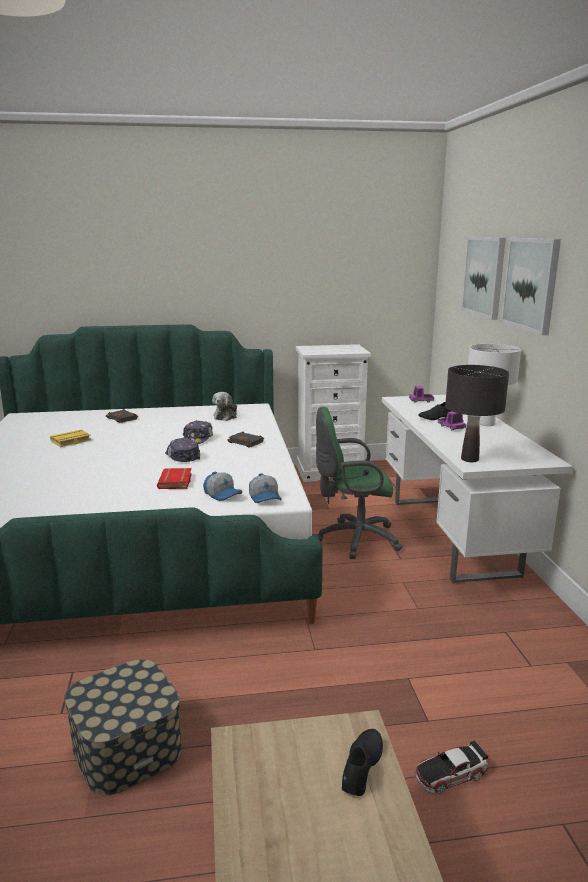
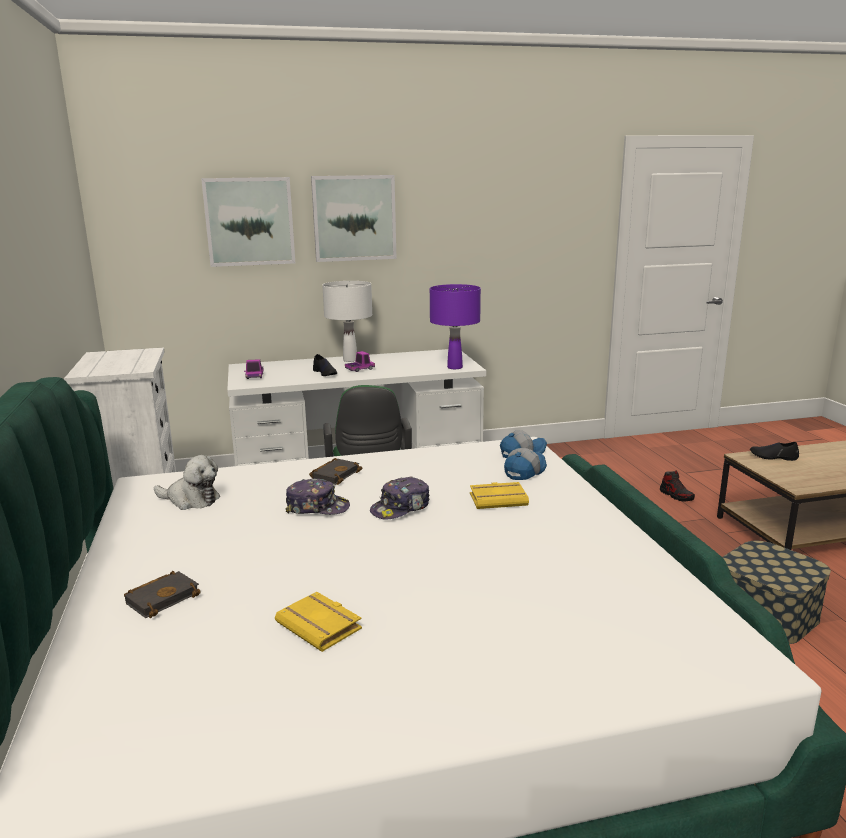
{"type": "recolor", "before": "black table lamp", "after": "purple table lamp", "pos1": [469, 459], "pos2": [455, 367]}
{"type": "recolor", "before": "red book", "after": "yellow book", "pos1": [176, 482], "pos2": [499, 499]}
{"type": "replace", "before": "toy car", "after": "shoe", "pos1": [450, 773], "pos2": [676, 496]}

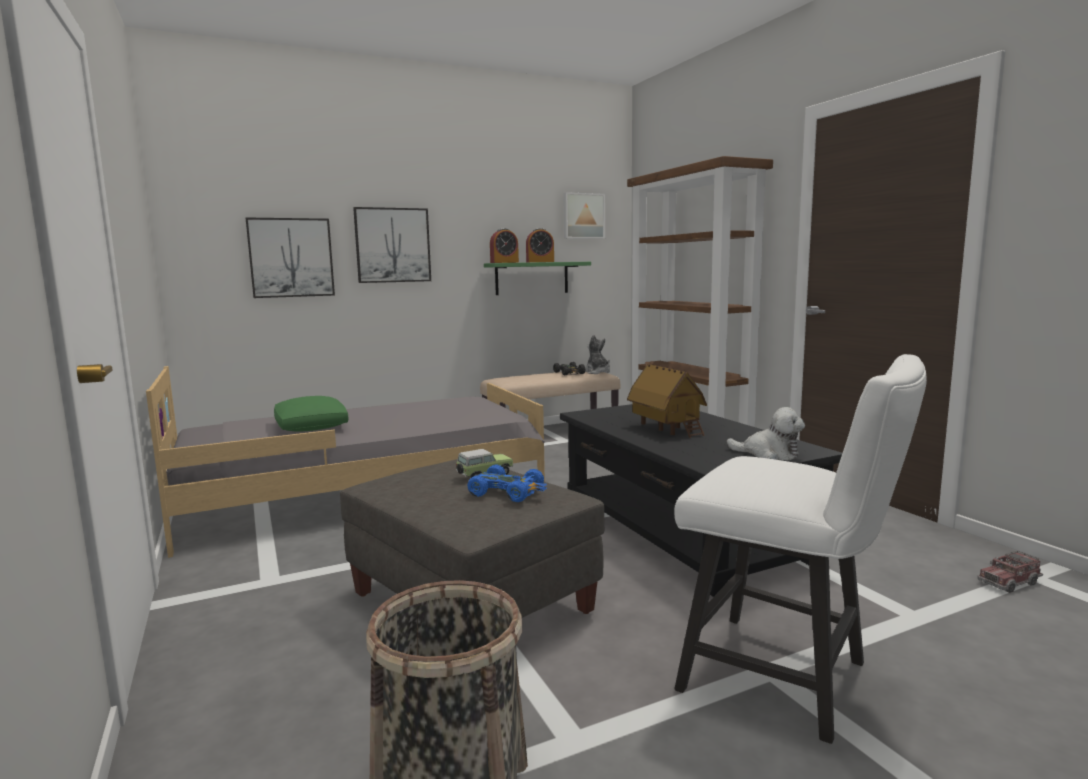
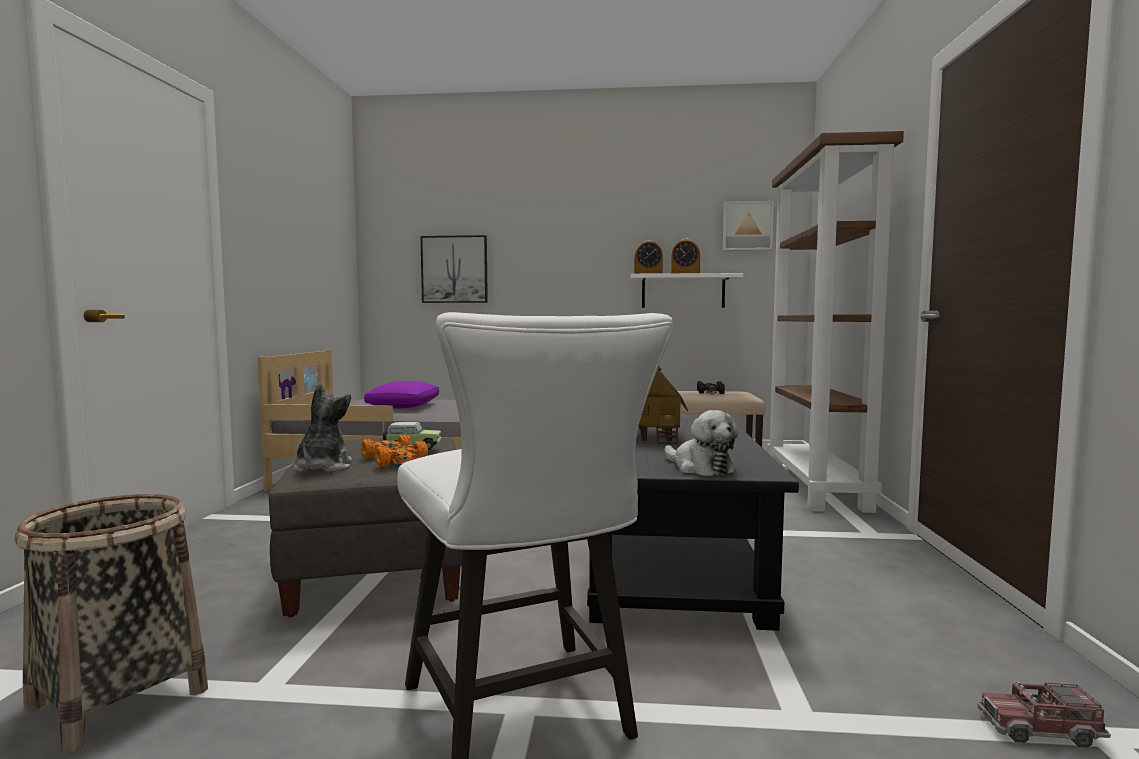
{"type": "move", "before": "plush toy", "pos1": [597, 372], "pos2": [323, 468]}
{"type": "recolor", "before": "blue toy car", "after": "orange toy car", "pos1": [508, 492], "pos2": [395, 460]}
{"type": "recolor", "before": "green pillow", "after": "purple pillow", "pos1": [311, 426], "pos2": [404, 406]}
{"type": "recolor", "before": "green shelf", "after": "white shelf", "pos1": [532, 278], "pos2": [683, 291]}
{"type": "delete", "before": "picture", "pos1": [392, 245]}

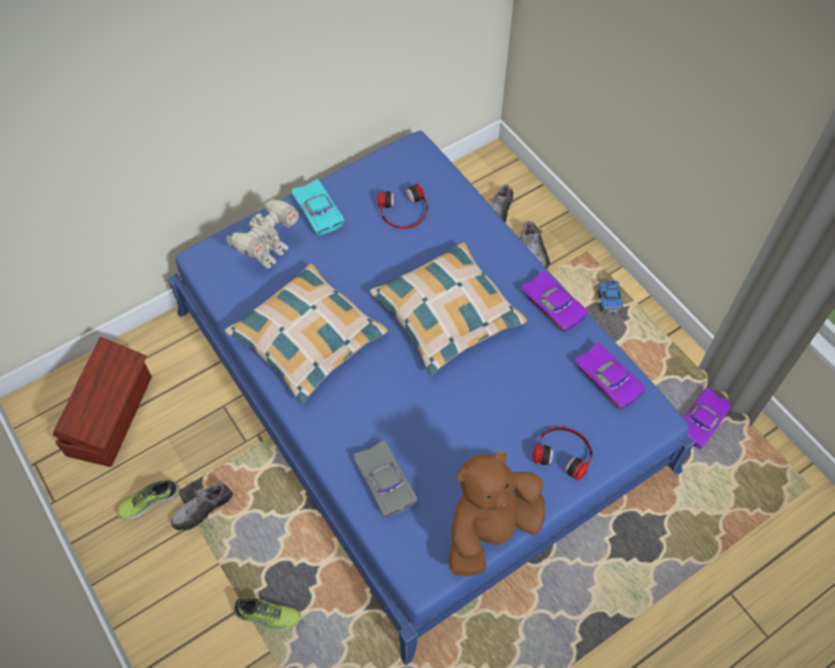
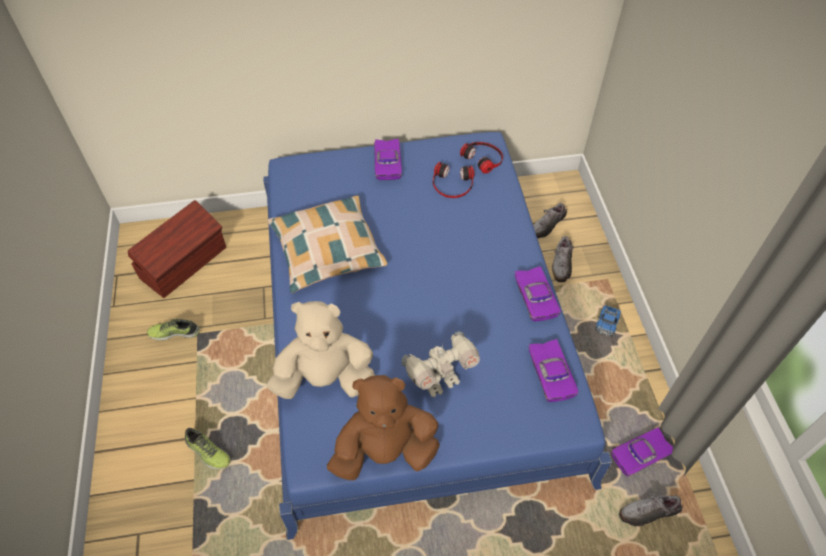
{"type": "replace", "before": "grey toy car", "after": "beige plush toy", "pos1": [387, 481], "pos2": [325, 378]}
{"type": "recolor", "before": "turquoise toy car", "after": "purple toy car", "pos1": [320, 211], "pos2": [389, 163]}
{"type": "move", "before": "toy robot", "pos1": [269, 253], "pos2": [440, 381]}
{"type": "move", "before": "headphones", "pos1": [563, 452], "pos2": [483, 158]}
{"type": "move", "before": "shoe", "pos1": [202, 509], "pos2": [648, 512]}
{"type": "delete", "before": "pillow", "pos1": [447, 314]}

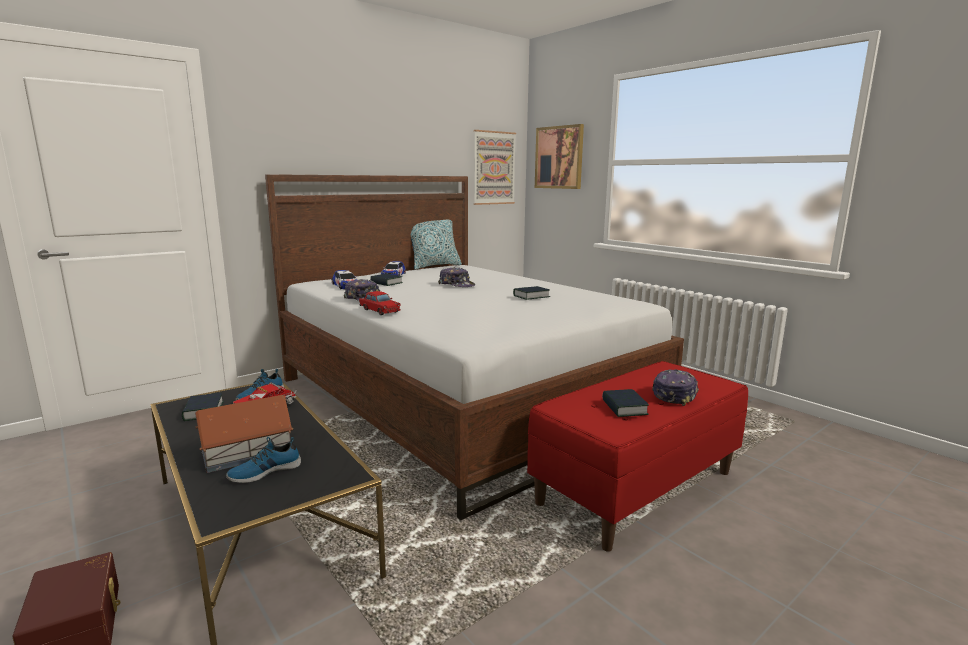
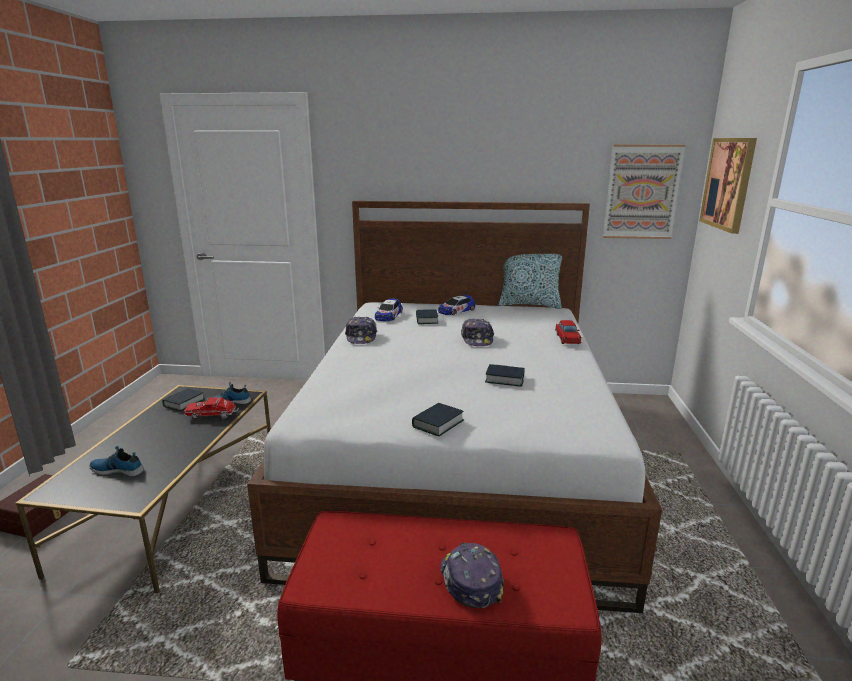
{"type": "move", "before": "book", "pos1": [624, 408], "pos2": [438, 424]}
{"type": "rotate", "before": "cap", "pos1": [674, 395], "pos2": [470, 581], "turn": -90}
{"type": "move", "before": "red toy car", "pos1": [379, 310], "pos2": [567, 338]}
{"type": "delete", "before": "toy house", "pos1": [248, 451]}

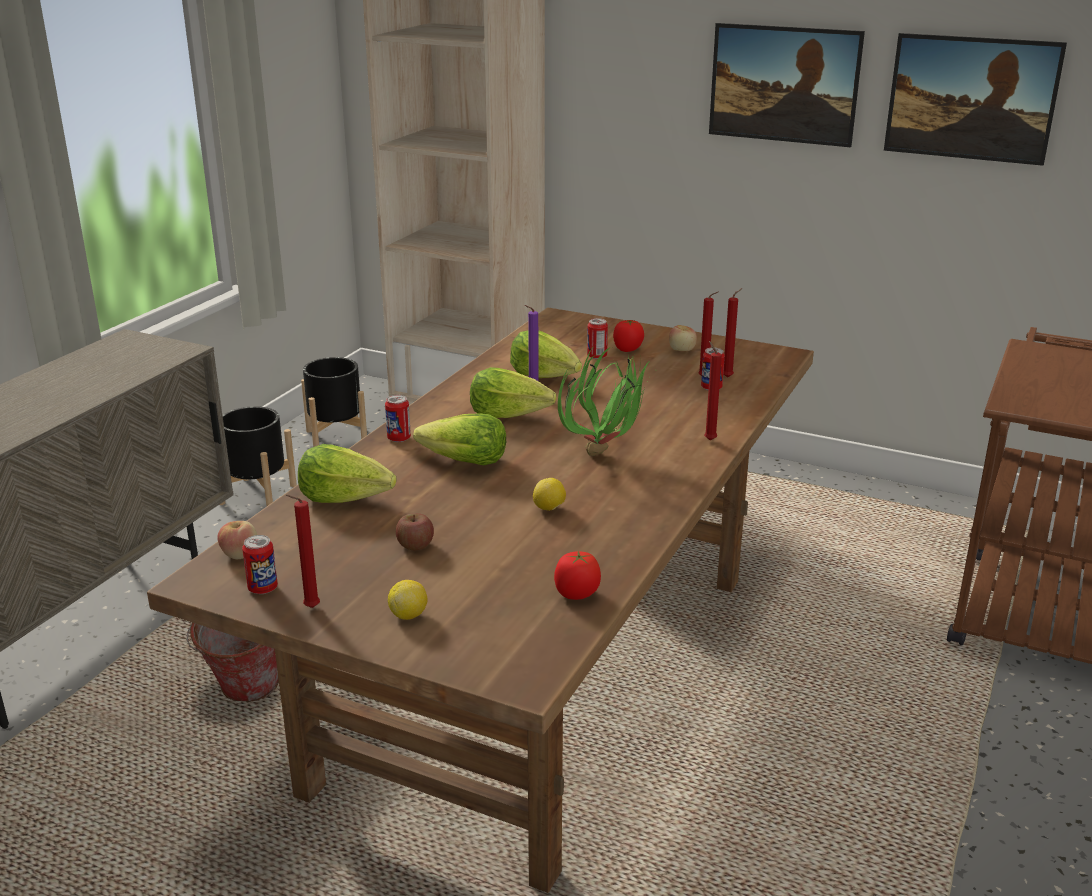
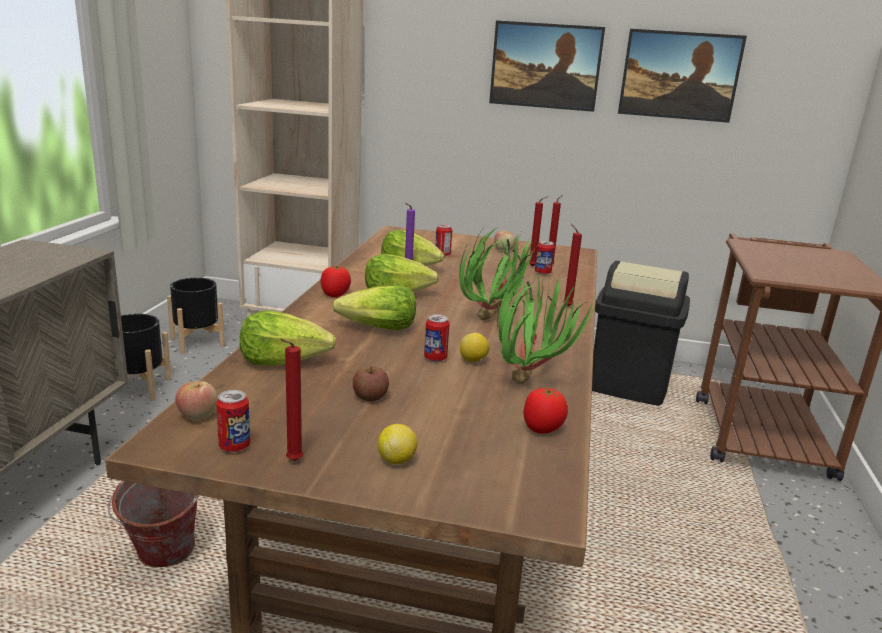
{"type": "move", "before": "tomato", "pos1": [627, 349], "pos2": [335, 295]}
{"type": "move", "before": "can", "pos1": [399, 438], "pos2": [435, 358]}
{"type": "insert", "after": "potted plant", "pos2": [530, 379]}
{"type": "insert", "after": "black trash can", "pos2": [628, 385]}

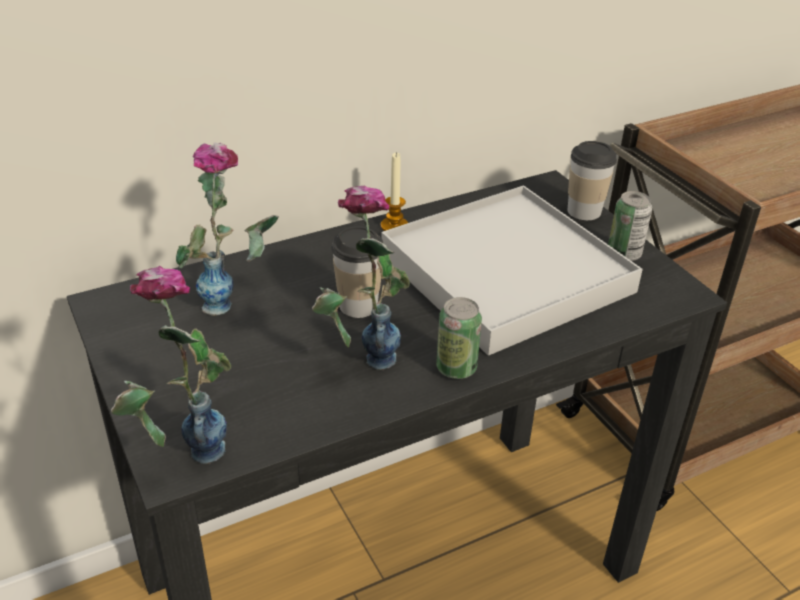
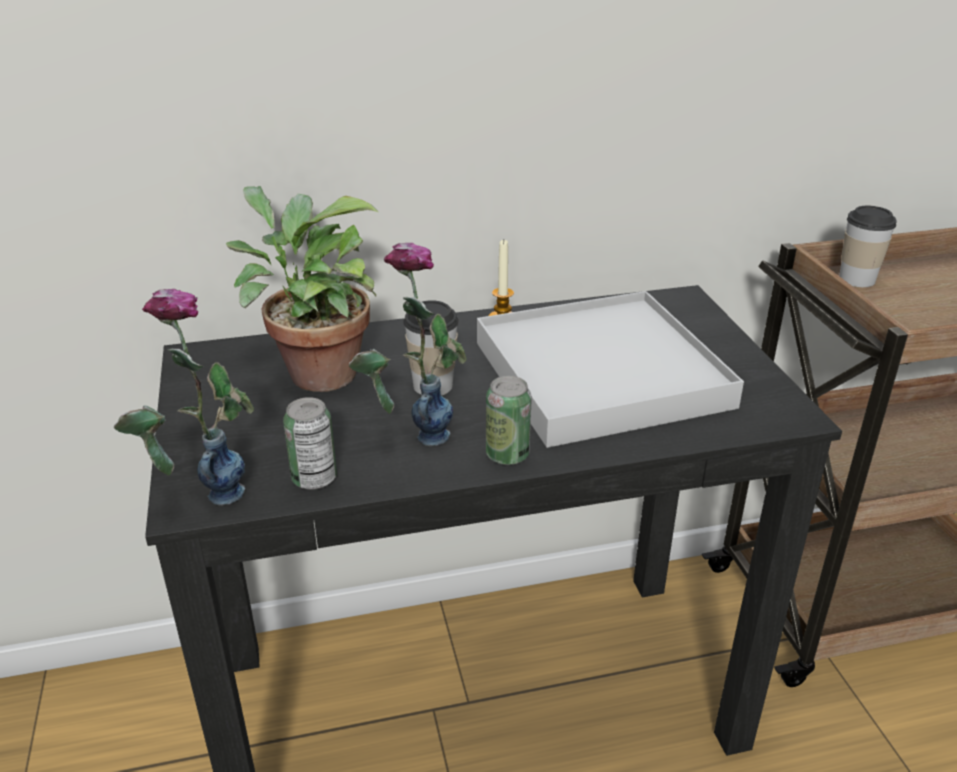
{"type": "replace", "before": "vase", "after": "potted plant", "pos1": [238, 306], "pos2": [315, 372]}
{"type": "move", "before": "can", "pos1": [623, 254], "pos2": [314, 479]}
{"type": "move", "before": "cup", "pos1": [584, 211], "pos2": [857, 279]}

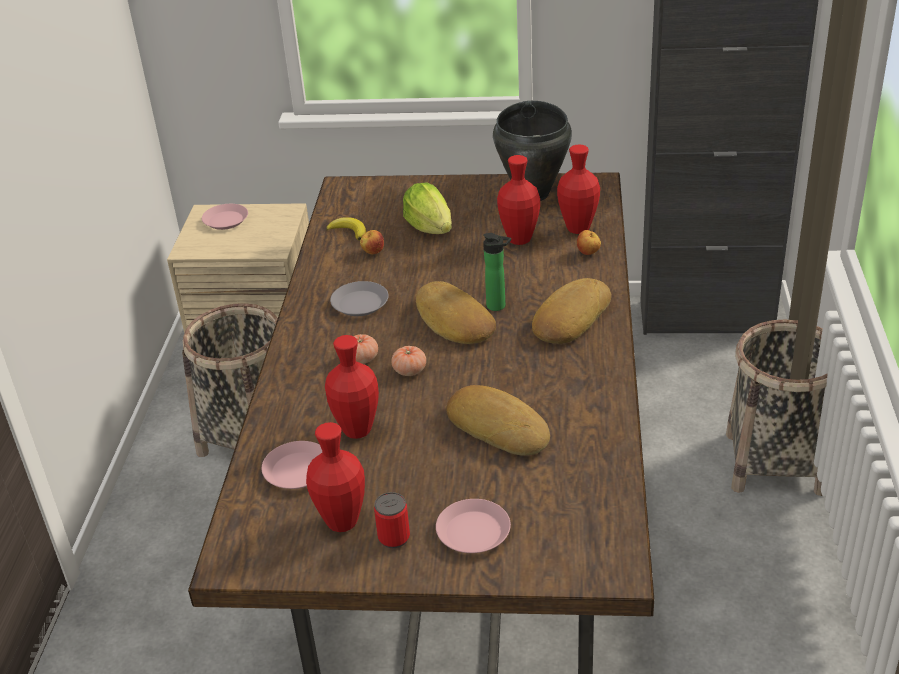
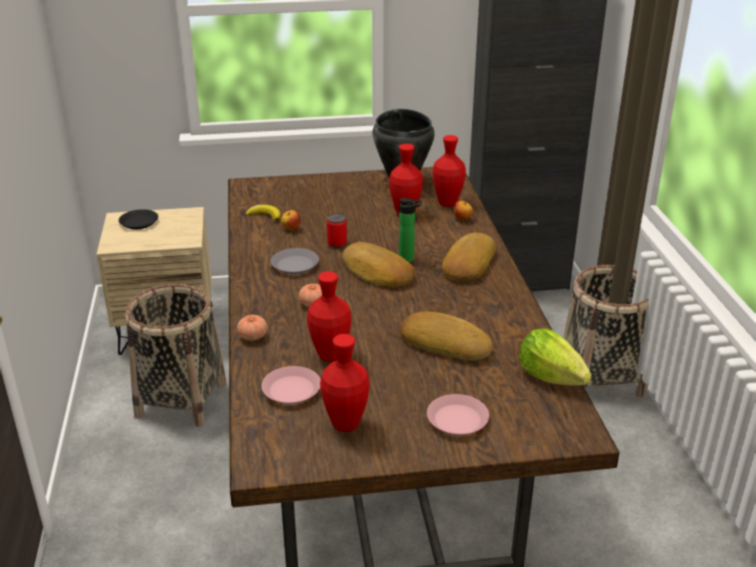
{"type": "recolor", "before": "pink plate", "after": "black plate", "pos1": [226, 220], "pos2": [139, 222]}
{"type": "move", "before": "tomato", "pos1": [409, 370], "pos2": [253, 336]}
{"type": "move", "before": "can", "pos1": [394, 537], "pos2": [337, 244]}
{"type": "move", "before": "lettuce", "pos1": [430, 228], "pos2": [550, 376]}

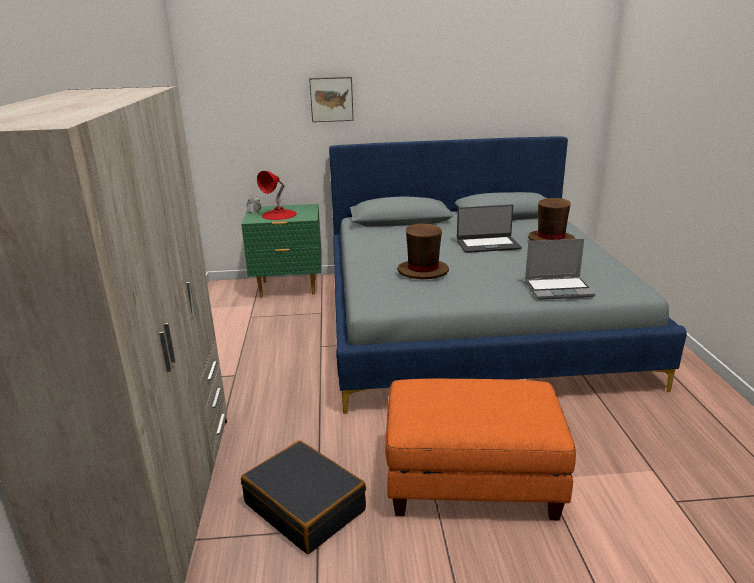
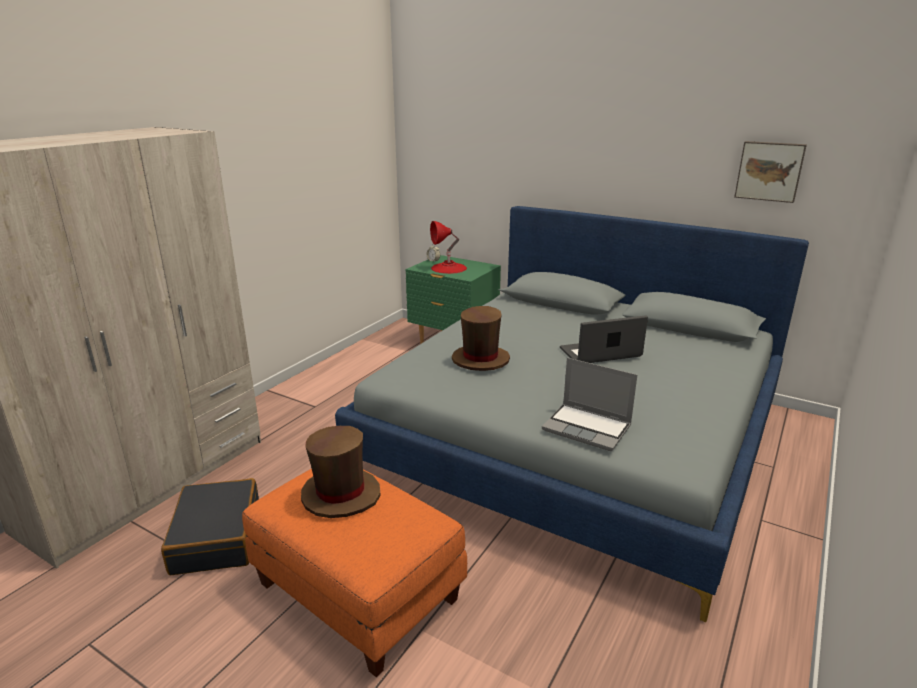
{"type": "move", "before": "brown hat", "pos1": [551, 239], "pos2": [340, 495]}
{"type": "rotate", "before": "laptop", "pos1": [488, 244], "pos2": [600, 353], "turn": 135}
{"type": "move", "before": "picture", "pos1": [331, 99], "pos2": [769, 171]}

